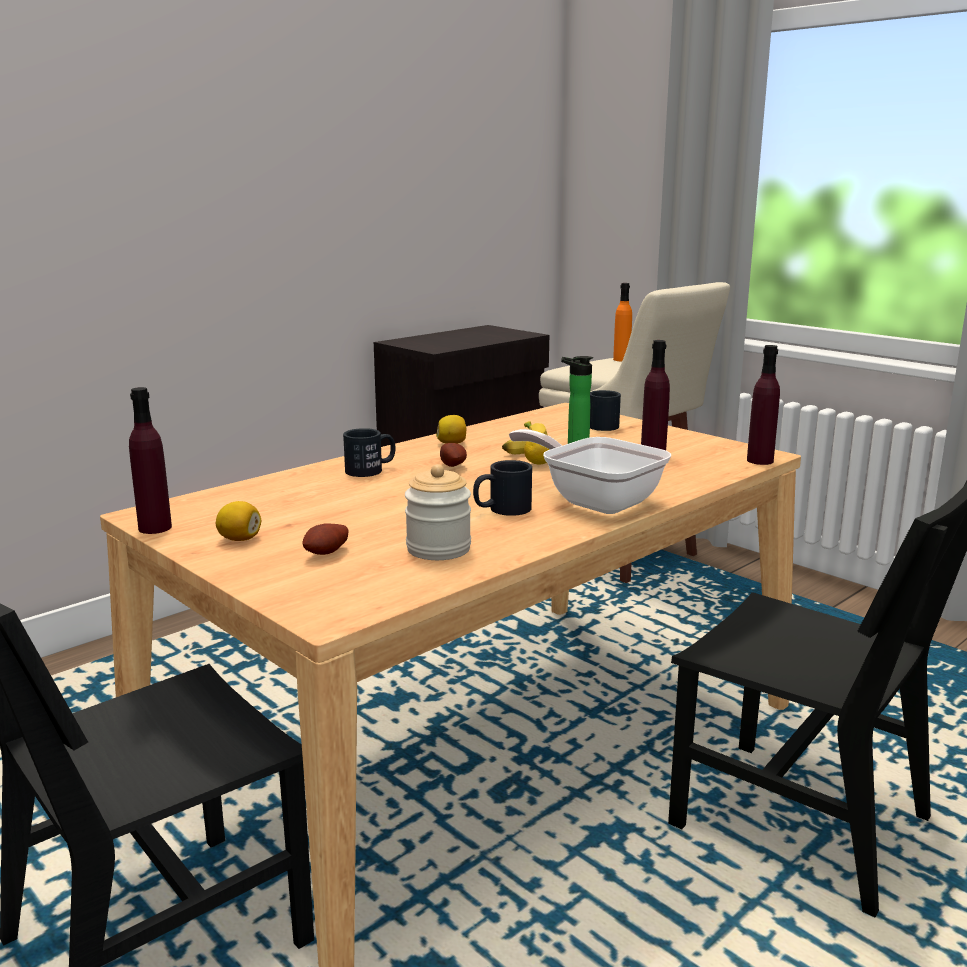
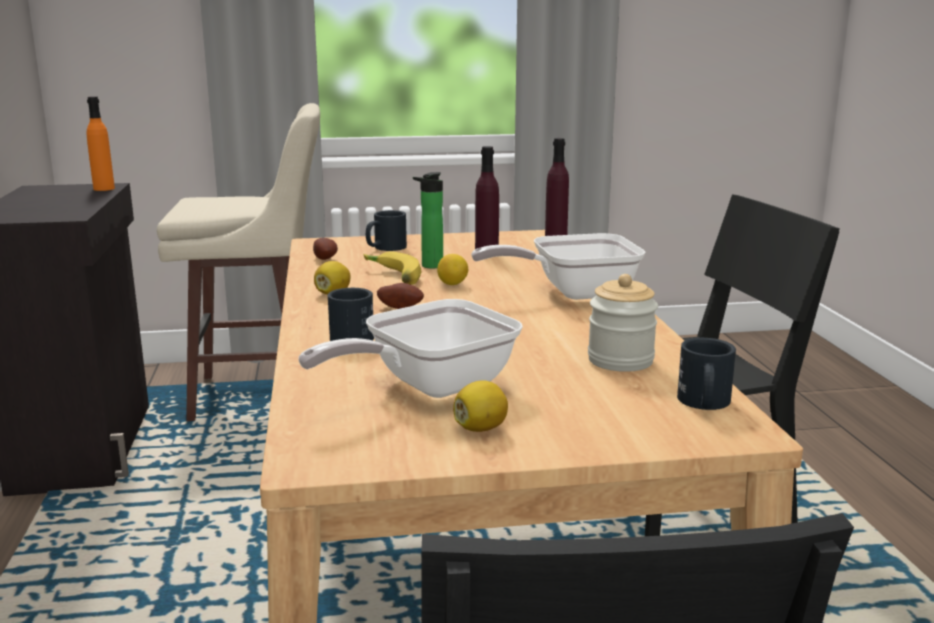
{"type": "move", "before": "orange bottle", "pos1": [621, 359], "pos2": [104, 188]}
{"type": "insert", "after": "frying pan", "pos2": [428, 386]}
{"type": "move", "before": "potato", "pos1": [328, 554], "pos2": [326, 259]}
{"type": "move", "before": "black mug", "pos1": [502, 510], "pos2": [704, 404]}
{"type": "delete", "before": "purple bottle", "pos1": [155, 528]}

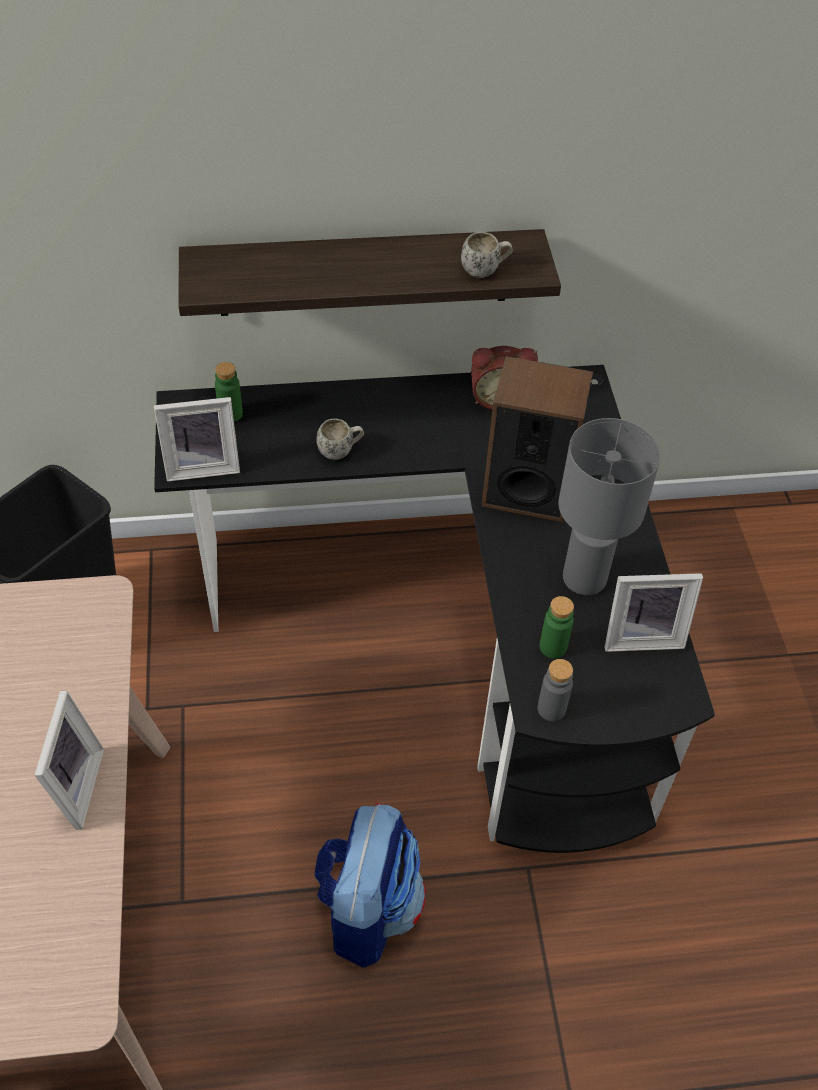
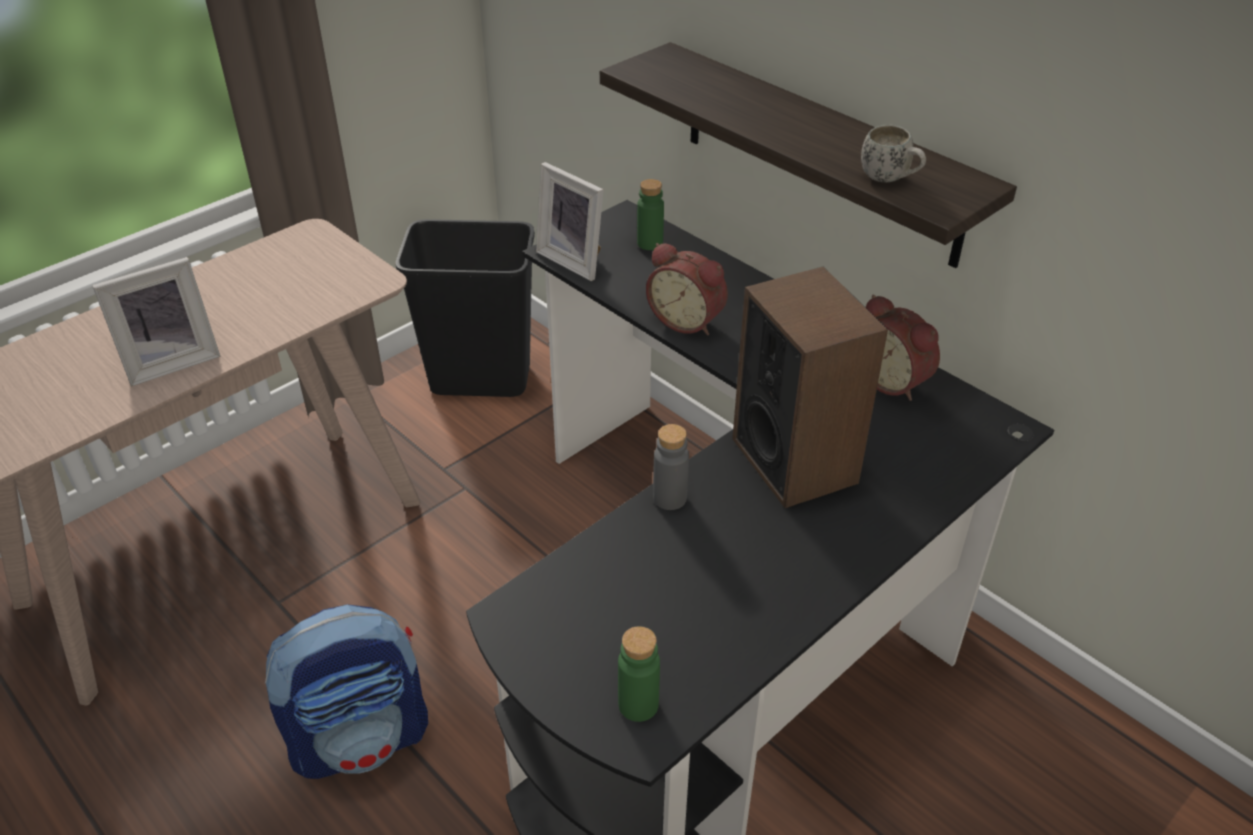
{"type": "move", "before": "green bottle", "pos1": [553, 647], "pos2": [638, 704]}
{"type": "replace", "before": "white mug", "after": "alarm clock", "pos1": [340, 451], "pos2": [687, 320]}
{"type": "move", "before": "grey bottle", "pos1": [551, 709], "pos2": [669, 498]}
{"type": "delete", "before": "grey table lamp", "pos1": [583, 579]}
{"type": "delete", "before": "picture frame", "pos1": [641, 635]}

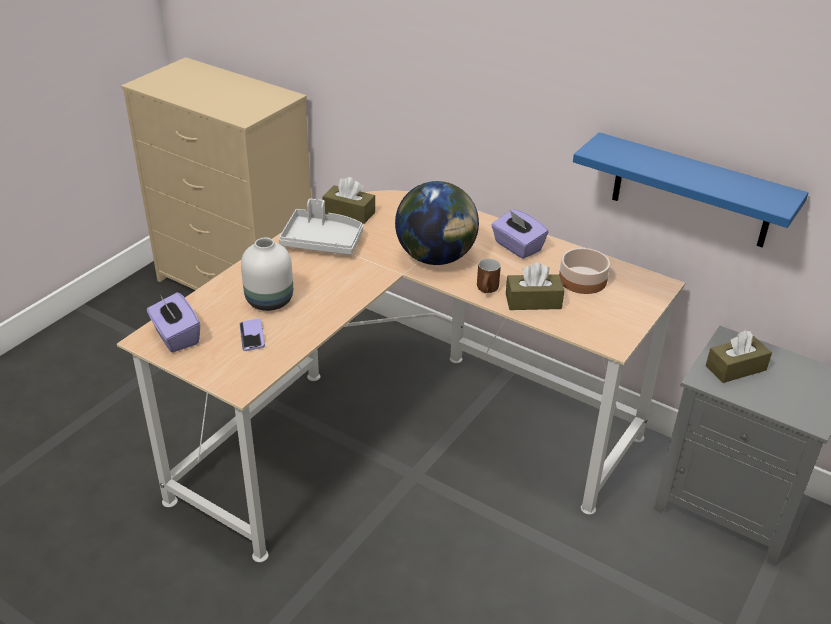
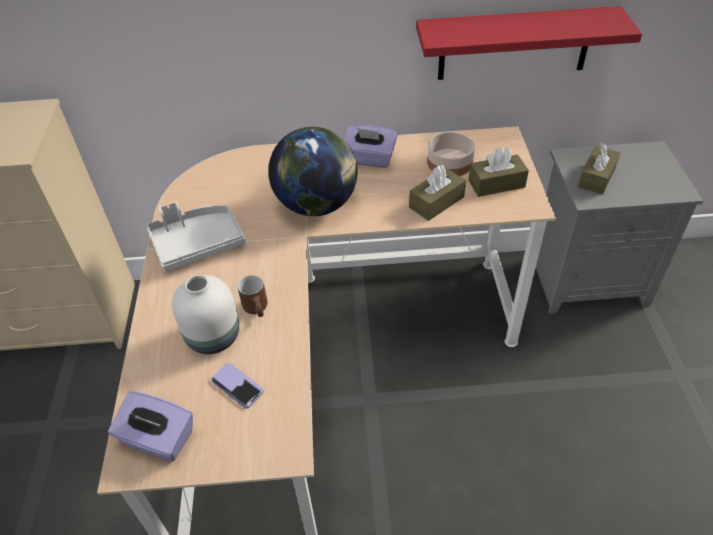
{"type": "move", "before": "brown mug", "pos1": [488, 291], "pos2": [259, 309]}
{"type": "recolor", "before": "blue shelf", "after": "red shelf", "pos1": [691, 191], "pos2": [514, 44]}
{"type": "move", "before": "brown tissue box", "pos1": [349, 213], "pos2": [496, 184]}

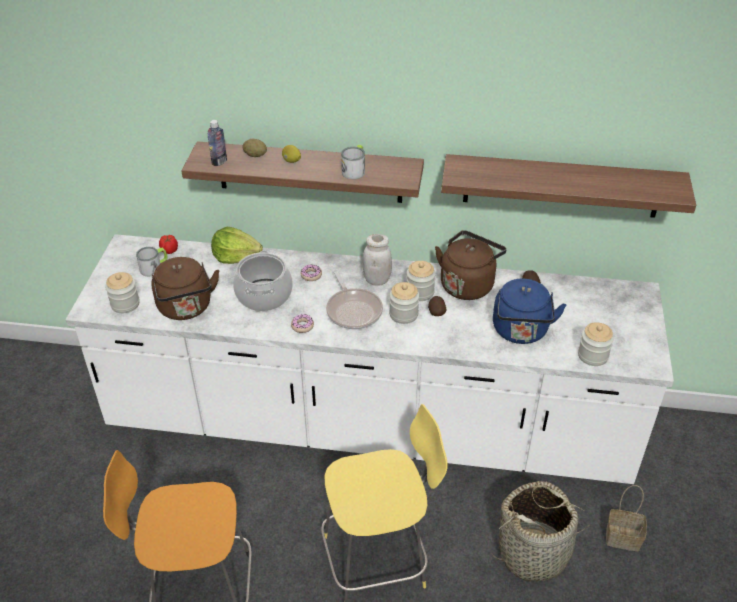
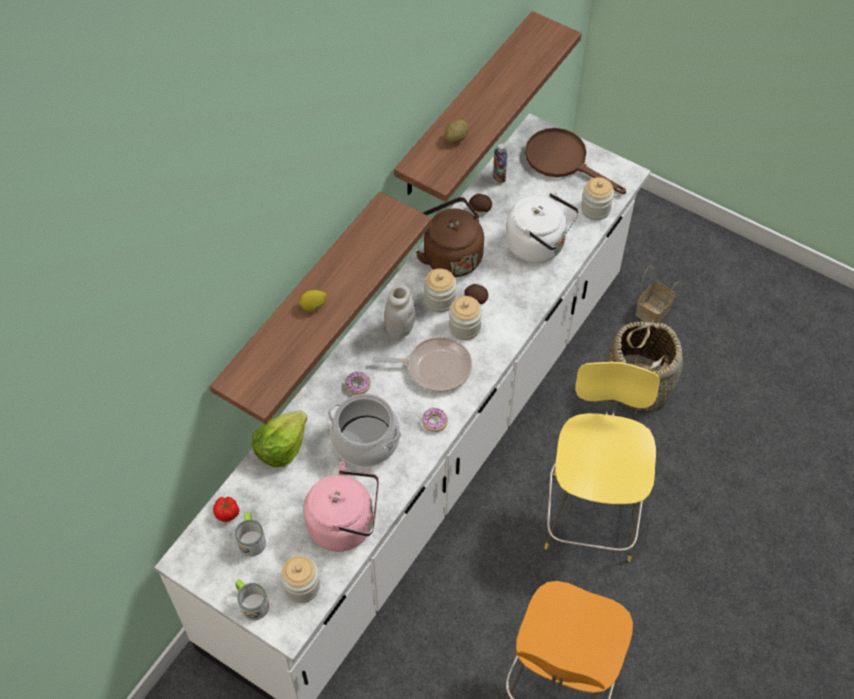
{"type": "move", "before": "mug", "pos1": [355, 170], "pos2": [251, 602]}
{"type": "recolor", "before": "brown kettle", "after": "pink kettle", "pos1": [186, 308], "pos2": [345, 524]}
{"type": "move", "before": "potato", "pos1": [255, 155], "pos2": [456, 138]}
{"type": "move", "before": "bottle", "pos1": [219, 162], "pos2": [499, 177]}
{"type": "recolor", "before": "blue kettle", "after": "white kettle", "pos1": [521, 332], "pos2": [539, 246]}
{"type": "insert", "after": "brown frying pan", "pos2": [563, 160]}

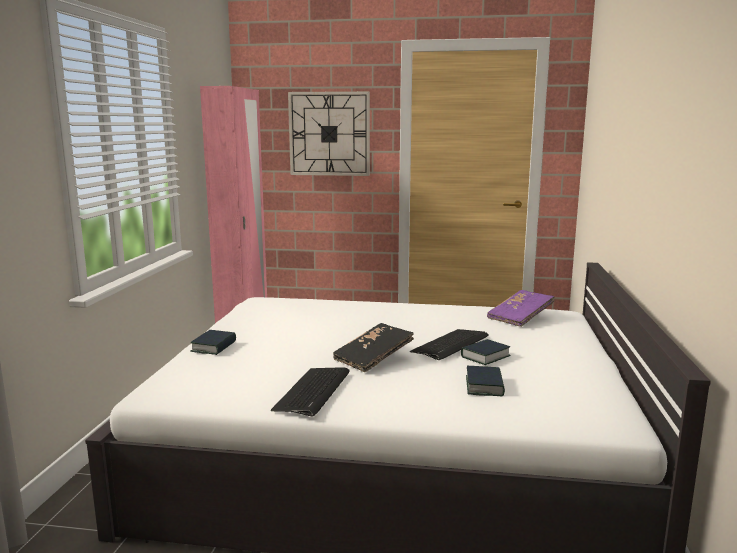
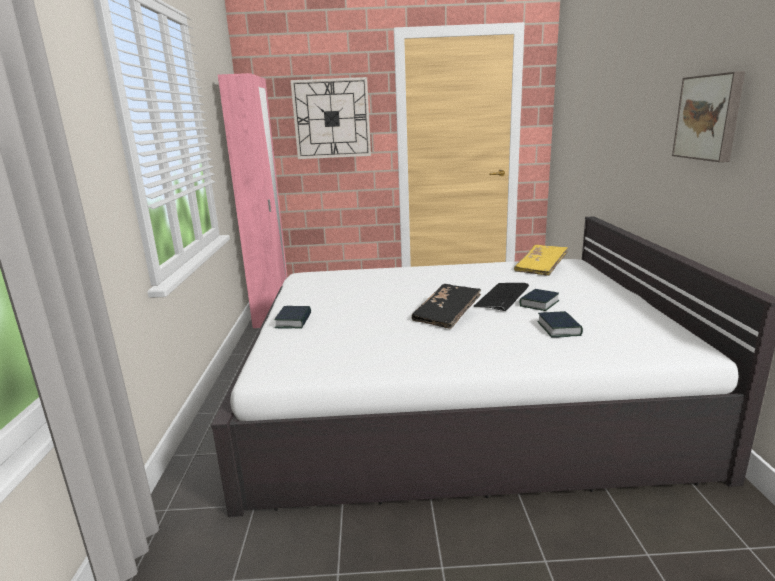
{"type": "recolor", "before": "purple book", "after": "yellow book", "pos1": [520, 318], "pos2": [541, 268]}
{"type": "insert", "after": "picture", "pos2": [709, 117]}
{"type": "delete", "before": "keyboard", "pos1": [313, 391]}

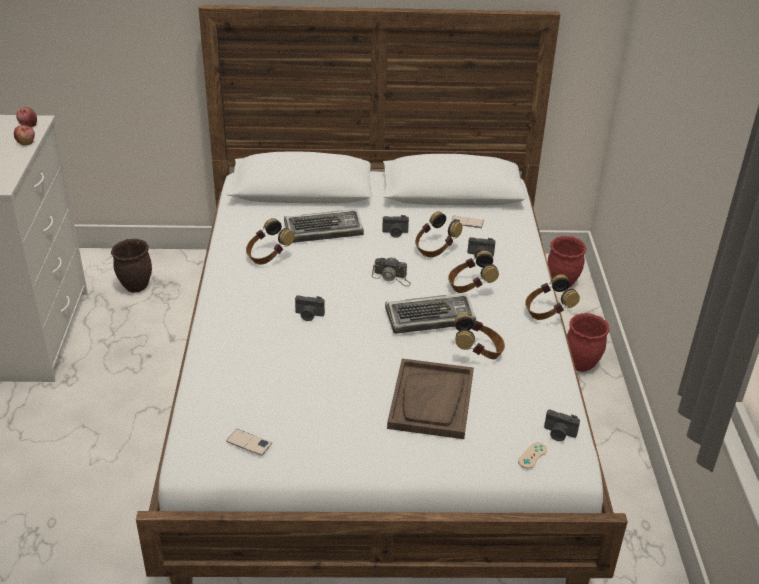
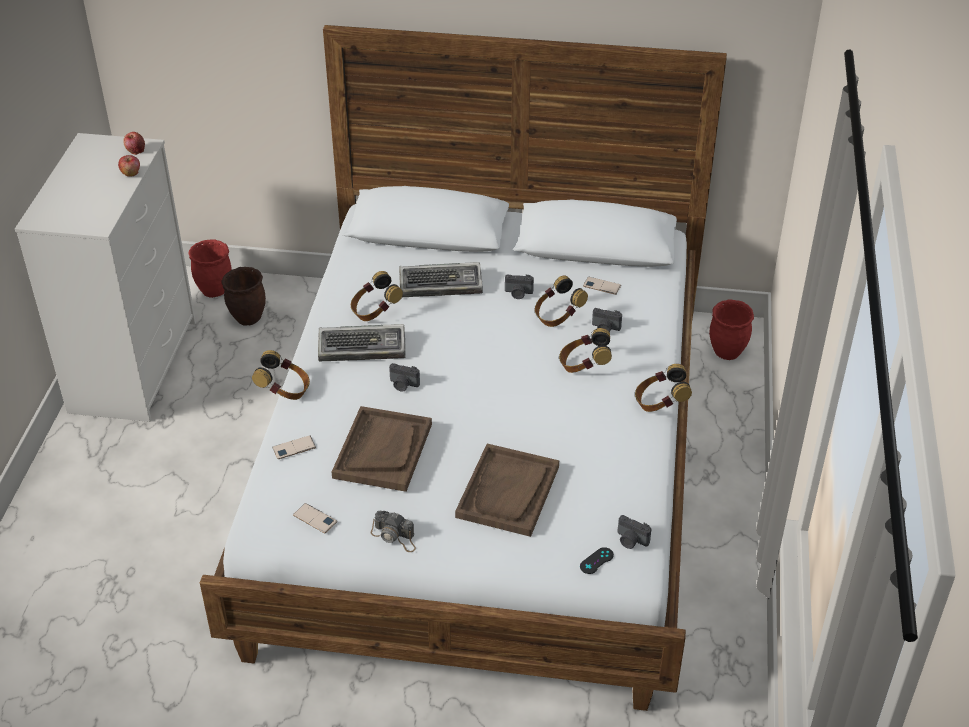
{"type": "move", "before": "red planter", "pos1": [582, 364], "pos2": [215, 291]}
{"type": "move", "before": "headphones", "pos1": [478, 352], "pos2": [284, 391]}
{"type": "insert", "after": "phone", "pos2": [294, 448]}
{"type": "move", "before": "keyboard", "pos1": [431, 318], "pos2": [363, 347]}
{"type": "insert", "after": "brown tray", "pos2": [382, 450]}
{"type": "move", "before": "photo camera", "pos1": [392, 277], "pos2": [395, 537]}
{"type": "recolor", "before": "beige game controller", "after": "black game controller", "pos1": [532, 455], "pos2": [596, 561]}

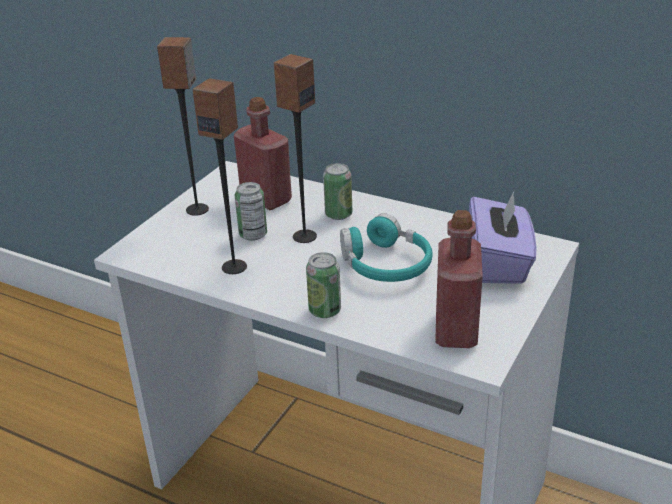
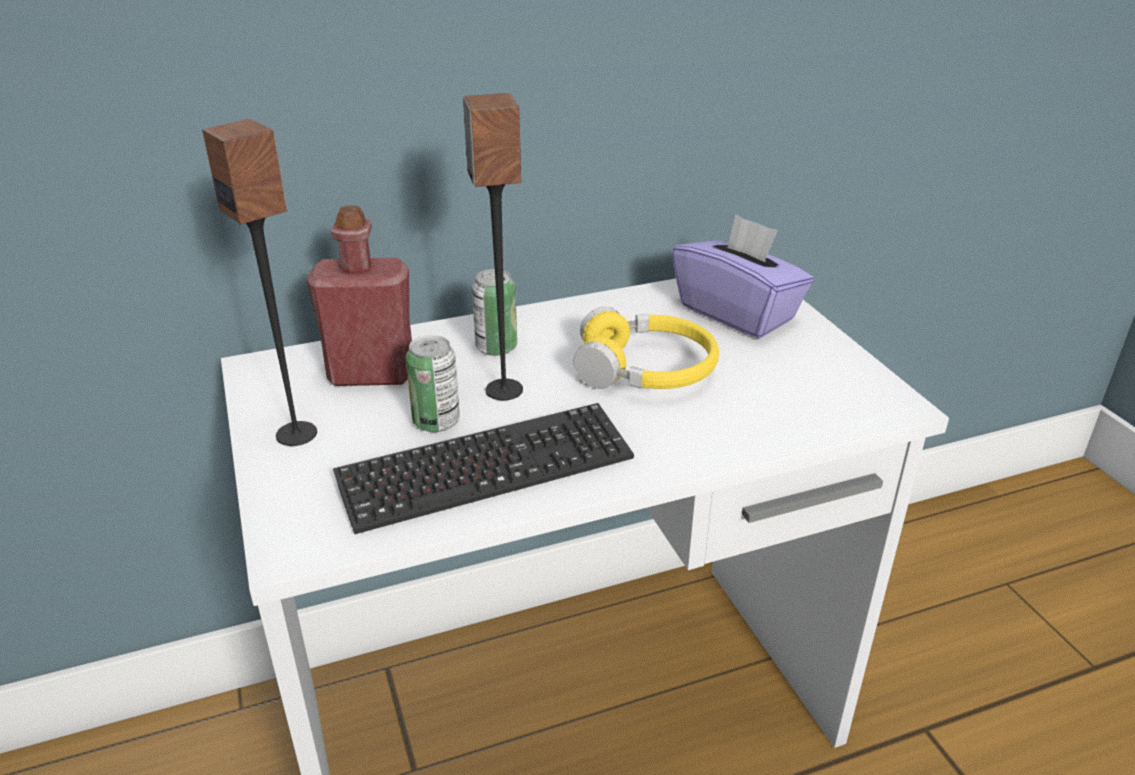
{"type": "replace", "before": "speaker", "after": "keyboard", "pos1": [234, 267], "pos2": [486, 470]}
{"type": "recolor", "before": "turquoise headphones", "after": "yellow headphones", "pos1": [385, 264], "pos2": [646, 370]}
{"type": "delete", "before": "can", "pos1": [325, 310]}
{"type": "delete", "before": "red bottle", "pos1": [456, 330]}

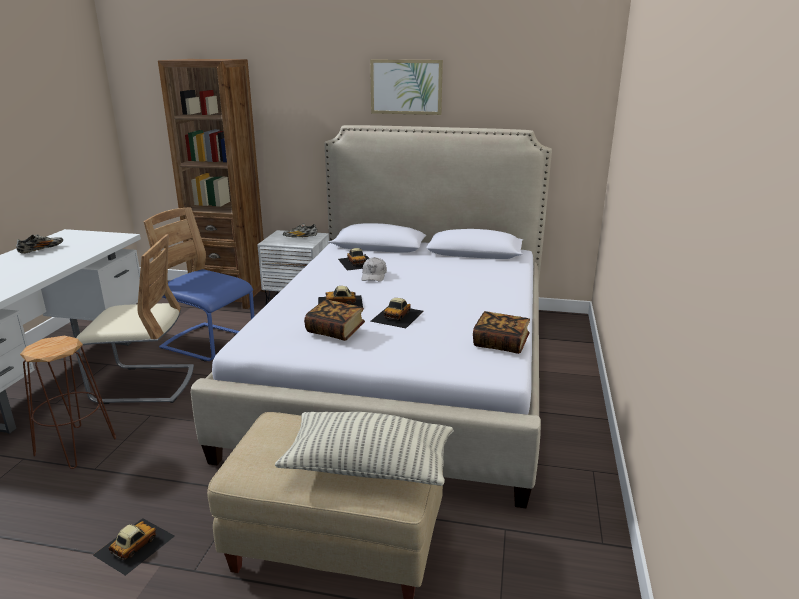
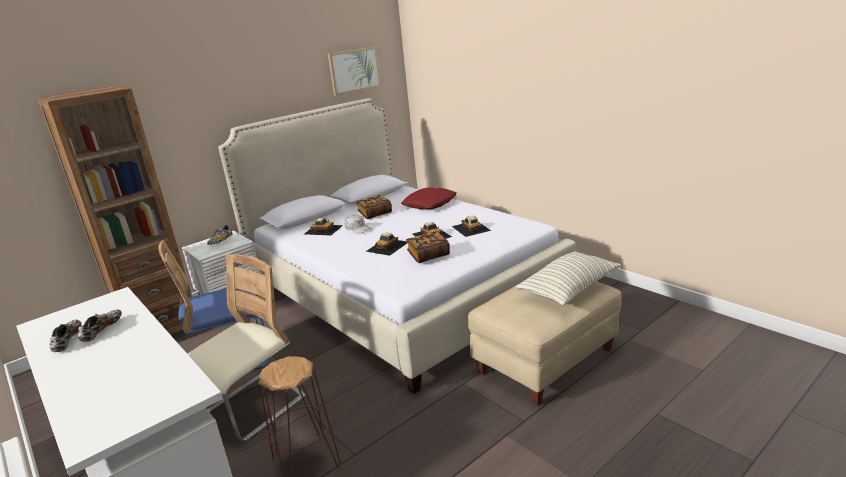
{"type": "insert", "after": "shoe", "pos2": [102, 330]}
{"type": "move", "before": "picture", "pos1": [406, 87], "pos2": [354, 70]}
{"type": "move", "before": "book", "pos1": [500, 343], "pos2": [375, 213]}
{"type": "insert", "after": "red pillow", "pos2": [429, 203]}
{"type": "move", "before": "toy car", "pos1": [134, 545], "pos2": [470, 228]}

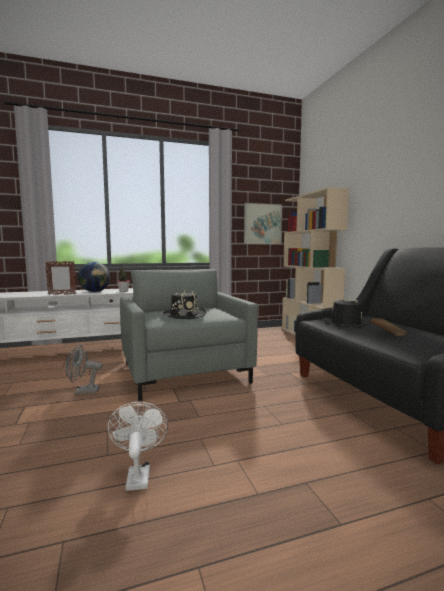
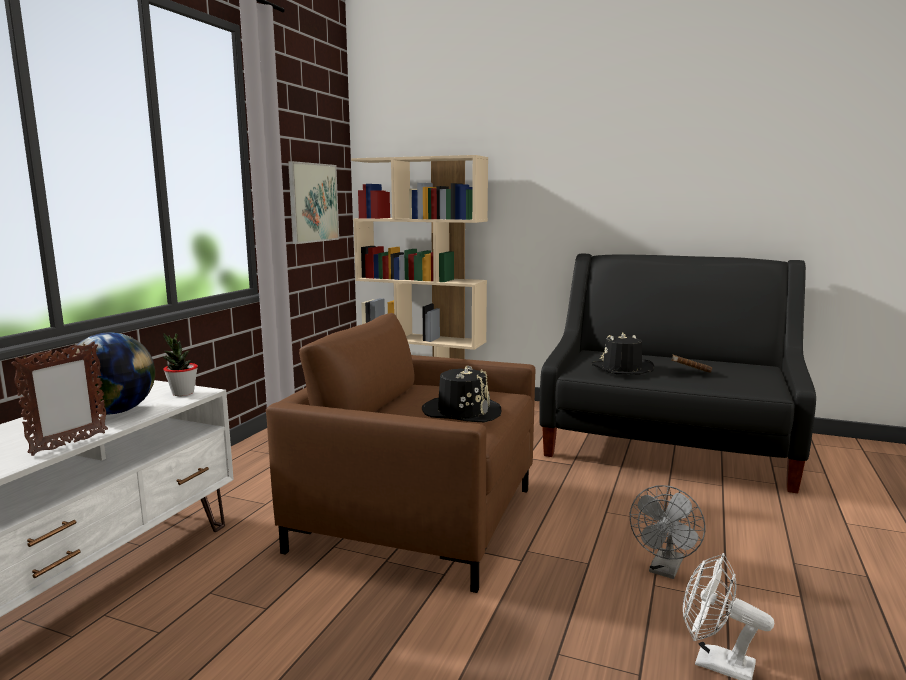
{"type": "recolor", "before": "grey armchair", "after": "brown armchair", "pos1": [185, 373], "pos2": [417, 518]}
{"type": "move", "before": "grey fan", "pos1": [83, 391], "pos2": [665, 570]}

